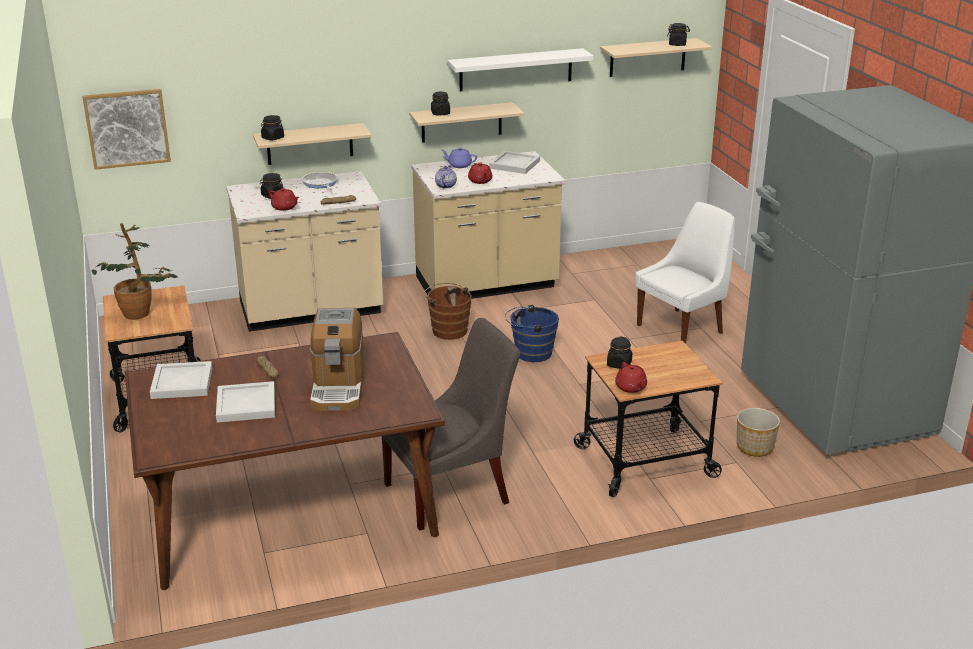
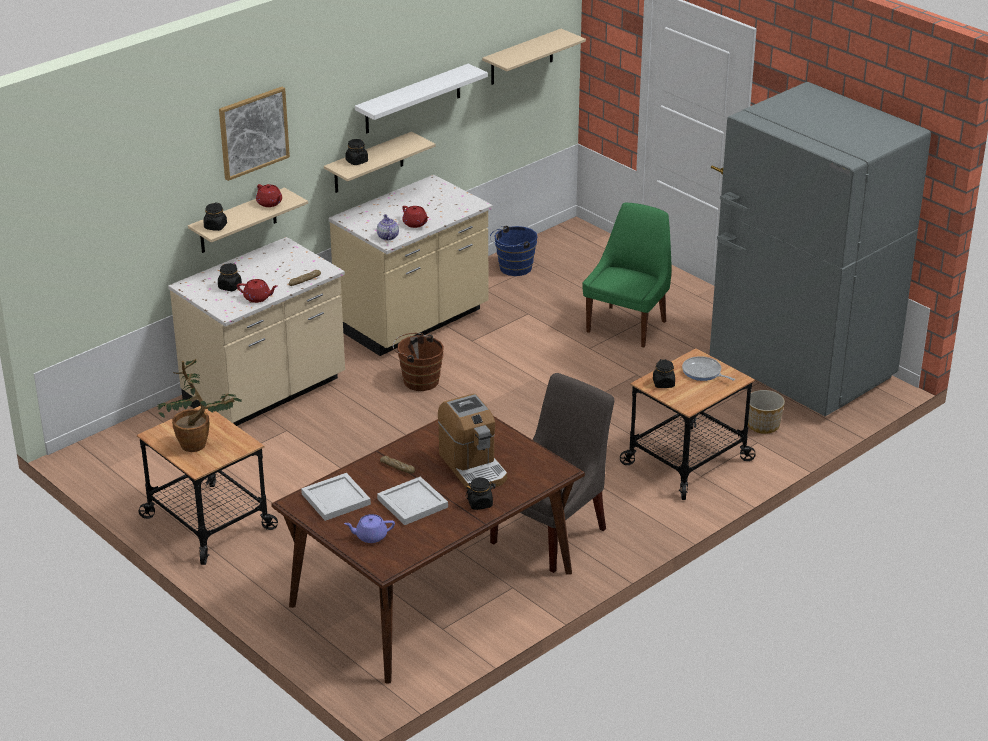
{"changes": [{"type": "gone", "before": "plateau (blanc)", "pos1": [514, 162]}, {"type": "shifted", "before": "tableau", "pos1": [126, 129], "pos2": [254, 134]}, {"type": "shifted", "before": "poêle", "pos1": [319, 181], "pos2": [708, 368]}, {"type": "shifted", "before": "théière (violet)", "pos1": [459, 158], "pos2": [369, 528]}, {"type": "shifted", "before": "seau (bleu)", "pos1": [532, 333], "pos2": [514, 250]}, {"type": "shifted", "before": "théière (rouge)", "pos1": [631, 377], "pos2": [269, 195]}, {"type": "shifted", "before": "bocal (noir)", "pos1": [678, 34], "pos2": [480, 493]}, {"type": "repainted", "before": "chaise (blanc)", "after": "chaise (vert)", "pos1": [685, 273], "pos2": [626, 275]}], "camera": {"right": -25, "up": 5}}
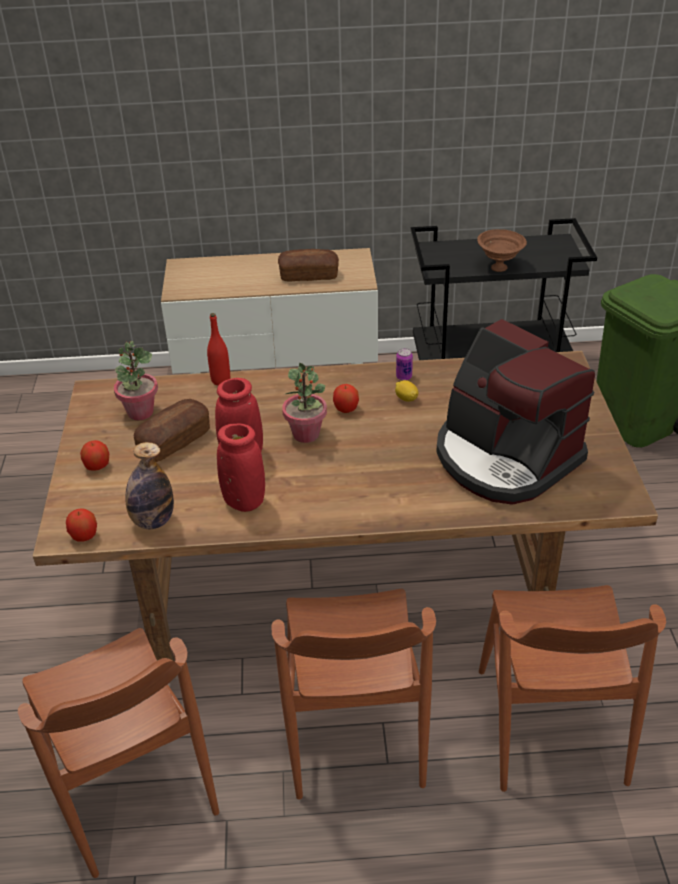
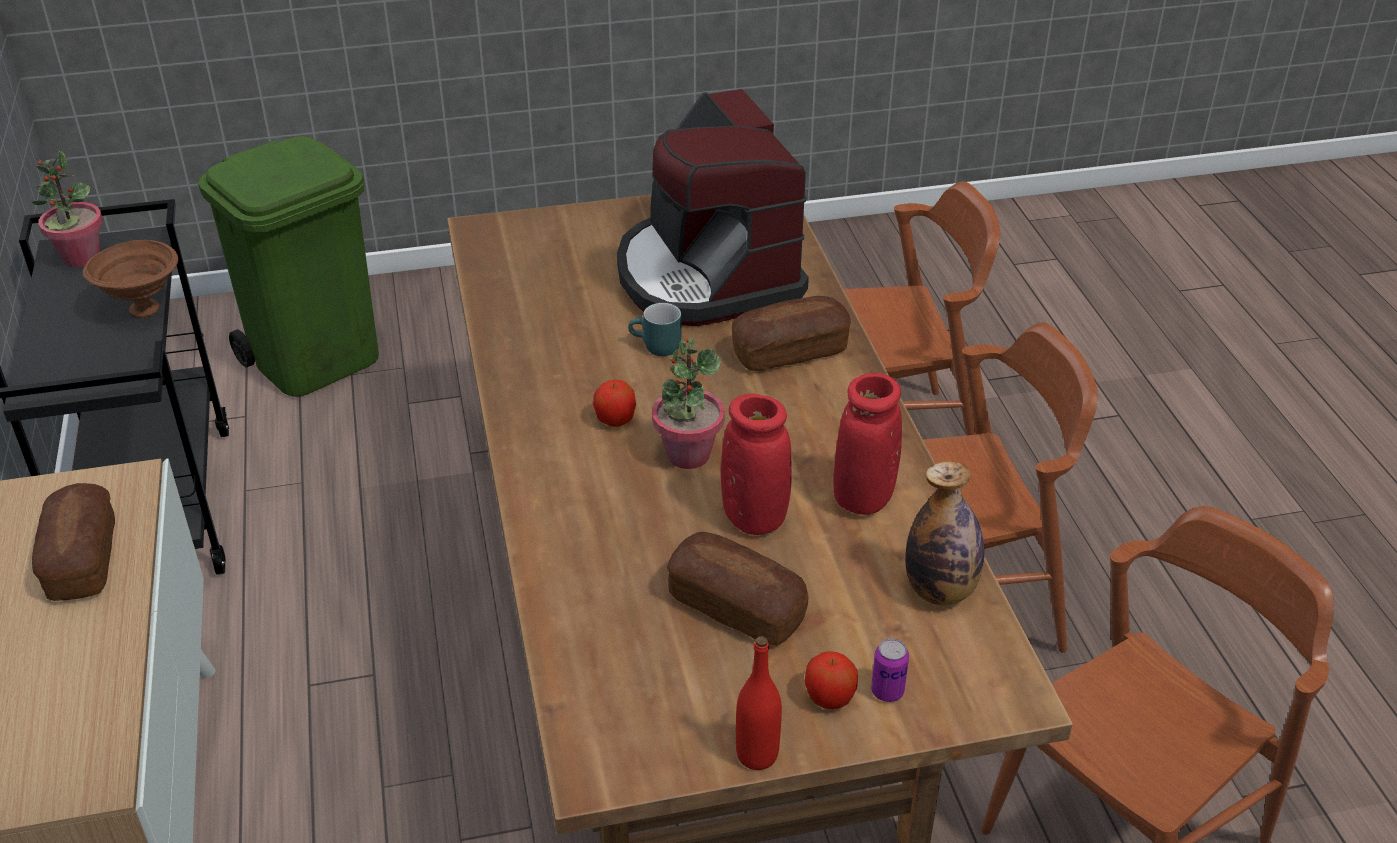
{"changes": [{"type": "gone", "before": "pomme", "pos1": [81, 524]}, {"type": "gone", "before": "citron", "pos1": [406, 391]}, {"type": "new", "after": "mug (turquoise)", "pos2": [654, 329]}, {"type": "new", "after": "pain", "pos2": [791, 333]}, {"type": "shifted", "before": "plante en pot", "pos1": [136, 380], "pos2": [66, 208]}, {"type": "shifted", "before": "bouteille (rouge)", "pos1": [218, 349], "pos2": [759, 703]}, {"type": "shifted", "before": "boîte métallique", "pos1": [404, 364], "pos2": [890, 670]}, {"type": "rotated", "before": "machine à café", "pos1": [515, 412], "pos2": [713, 207], "turn": 120}], "camera": {"right": -100, "up": 0}}
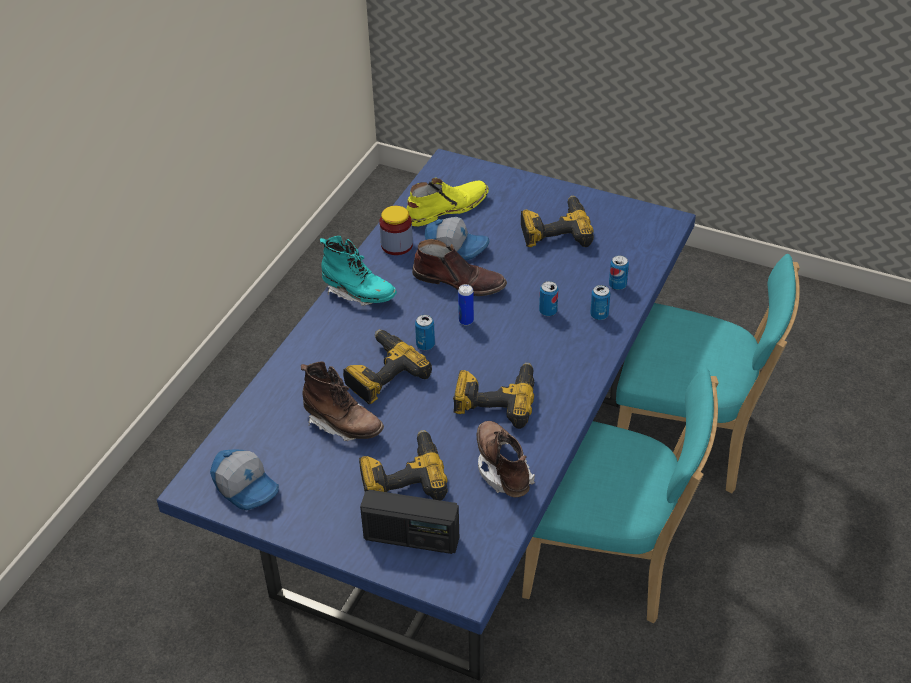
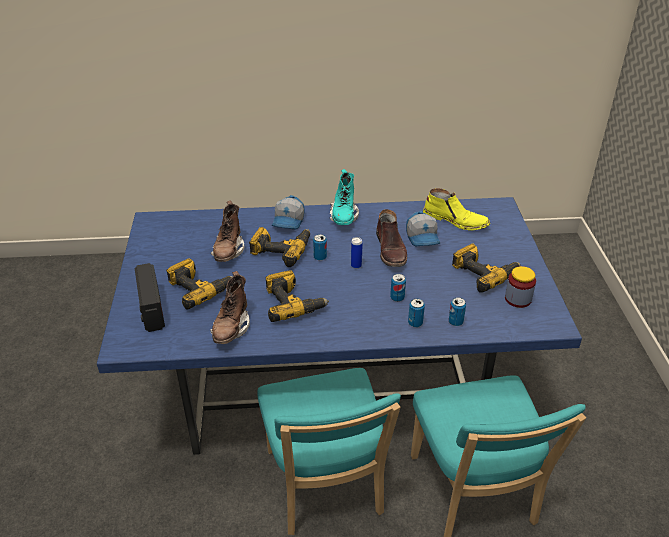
{"changes": [{"type": "shifted", "before": "casquette", "pos1": [244, 479], "pos2": [288, 212]}, {"type": "shifted", "before": "bocal", "pos1": [396, 230], "pos2": [520, 287]}, {"type": "rotated", "before": "botte (marron)", "pos1": [506, 459], "pos2": [230, 307], "turn": 150}], "camera": {"right": 60, "up": -5}}
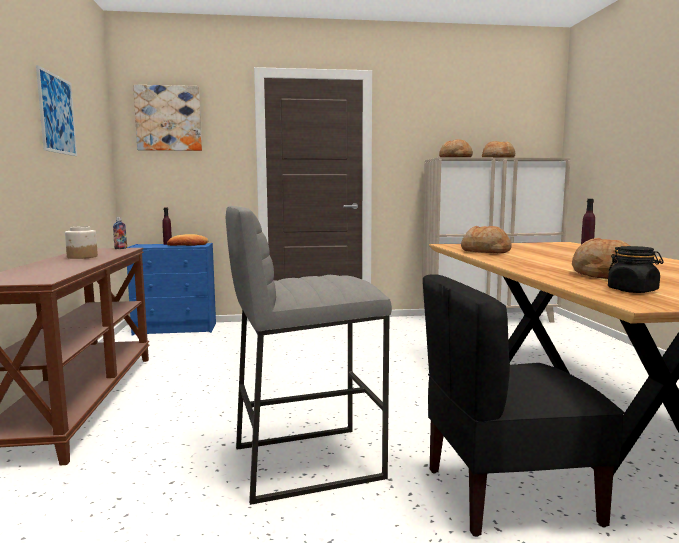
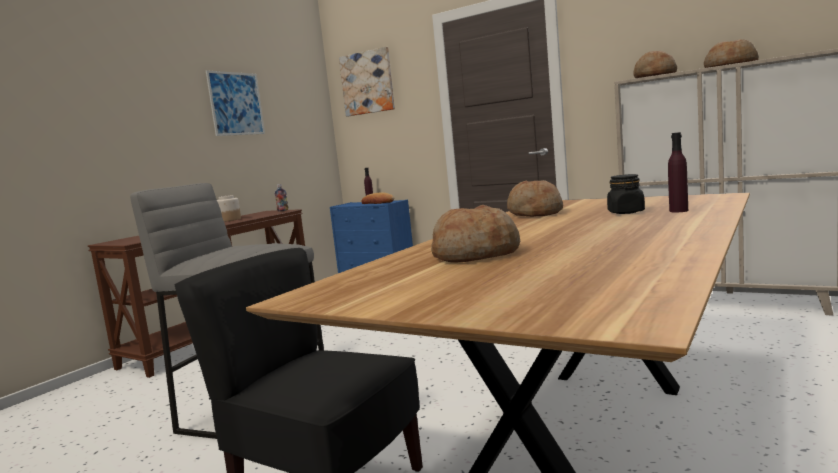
{"changes": [{"type": "shifted", "before": "bocal (noir)", "pos1": [636, 269], "pos2": [626, 194]}], "camera": {"right": 40, "up": 0}}
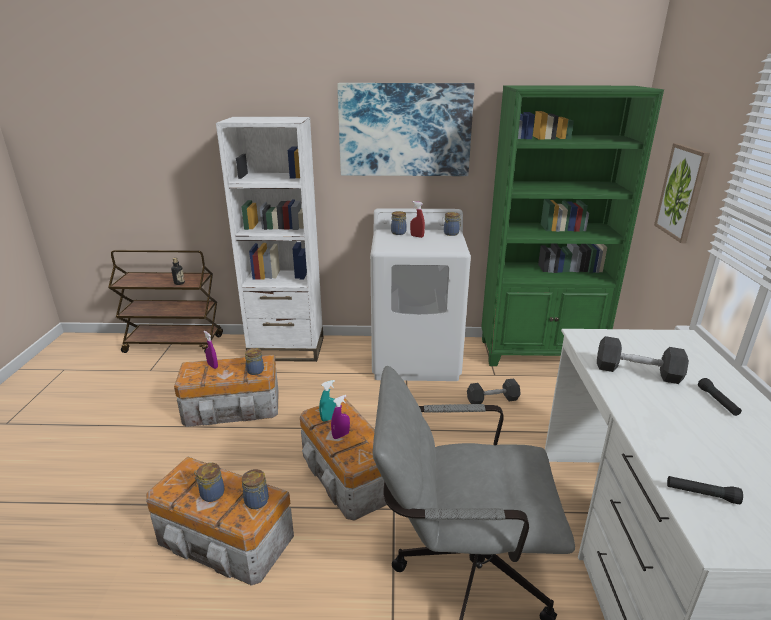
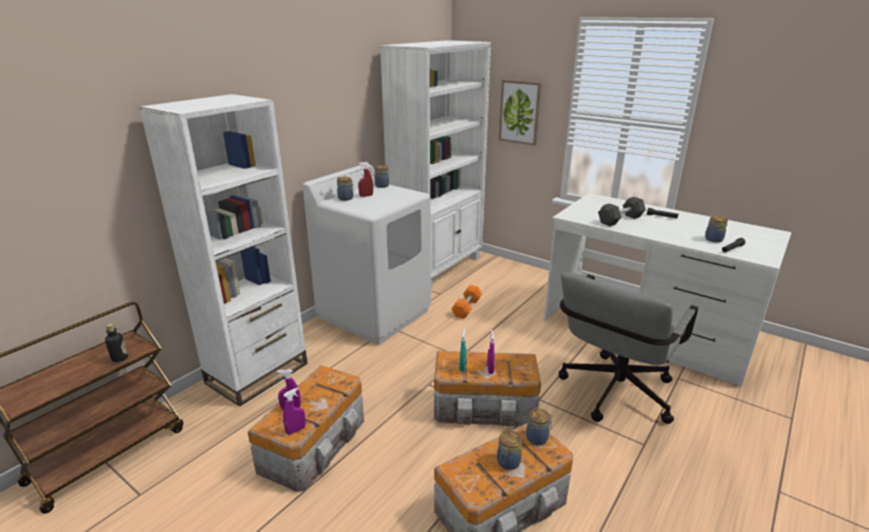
{"changes": [{"type": "gone", "before": "tableau", "pos1": [406, 129]}, {"type": "new", "after": "vaporisateur (violet)", "pos2": [294, 411]}, {"type": "shifted", "before": "bocal", "pos1": [254, 361], "pos2": [716, 229]}, {"type": "repainted", "before": "haltère (gris)", "after": "haltère (orange)", "pos1": [494, 391], "pos2": [466, 302]}, {"type": "repainted", "before": "bibliothèque (vert)", "after": "bibliothèque (blanc)", "pos1": [572, 226], "pos2": [435, 164]}], "camera": {"right": -55, "up": 0}}
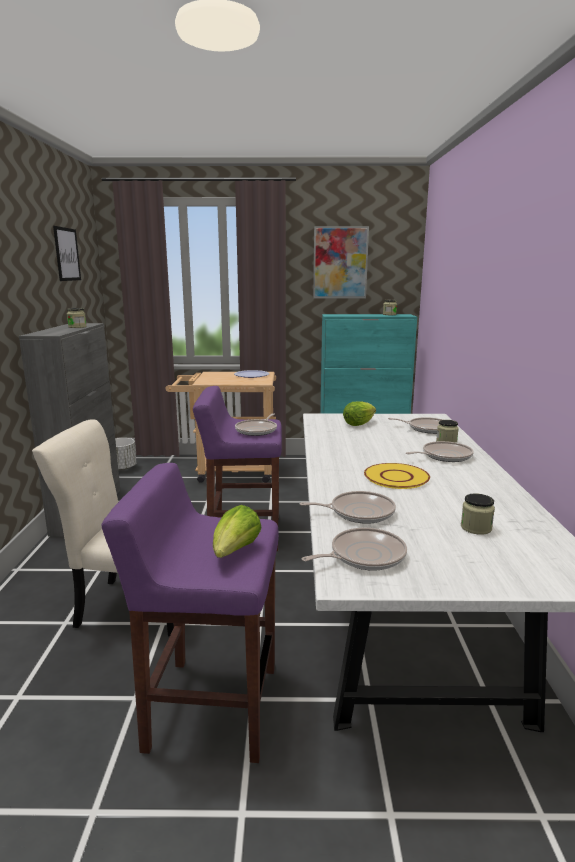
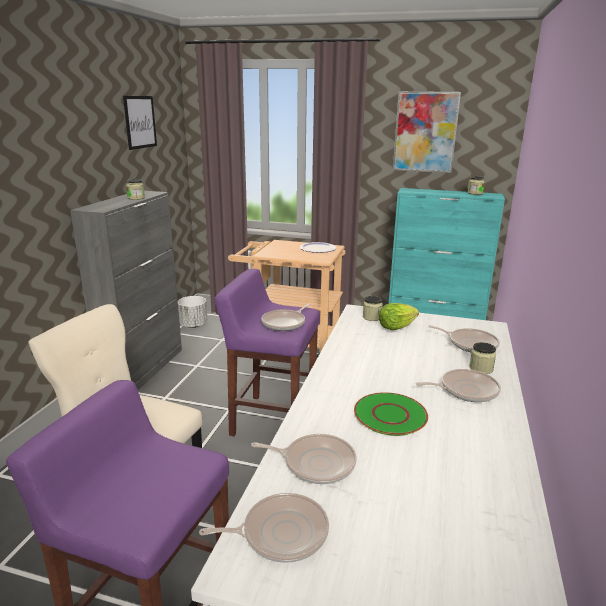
{"changes": [{"type": "gone", "before": "laitue", "pos1": [237, 531]}, {"type": "shifted", "before": "bocal", "pos1": [478, 514], "pos2": [373, 308]}, {"type": "repainted", "before": "assiette (jaune)", "after": "assiette (vert)", "pos1": [397, 476], "pos2": [391, 414]}], "camera": {"right": 15, "up": 5}}
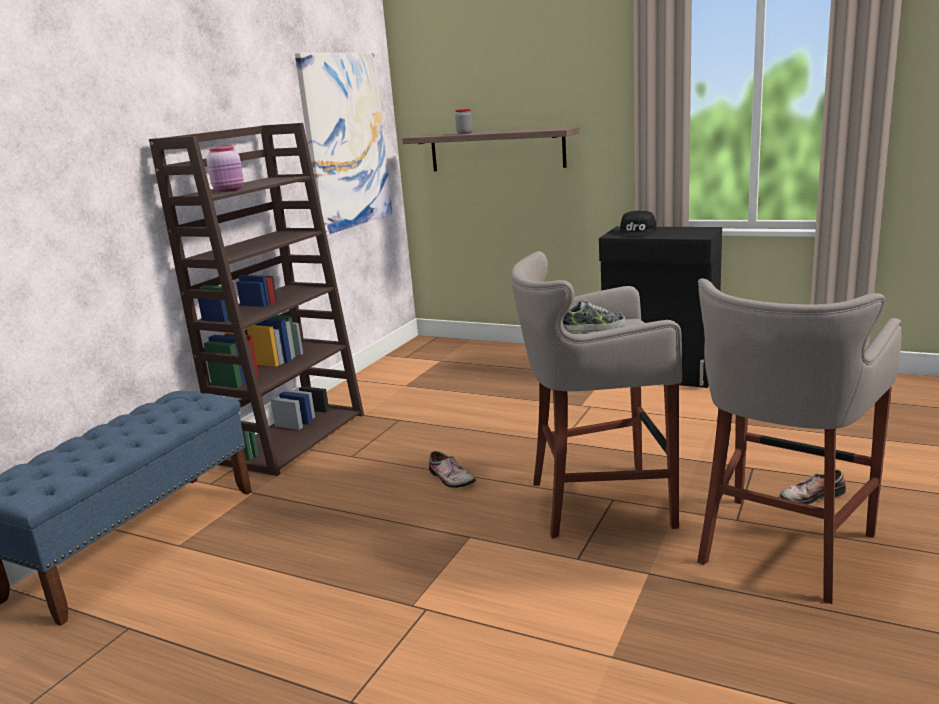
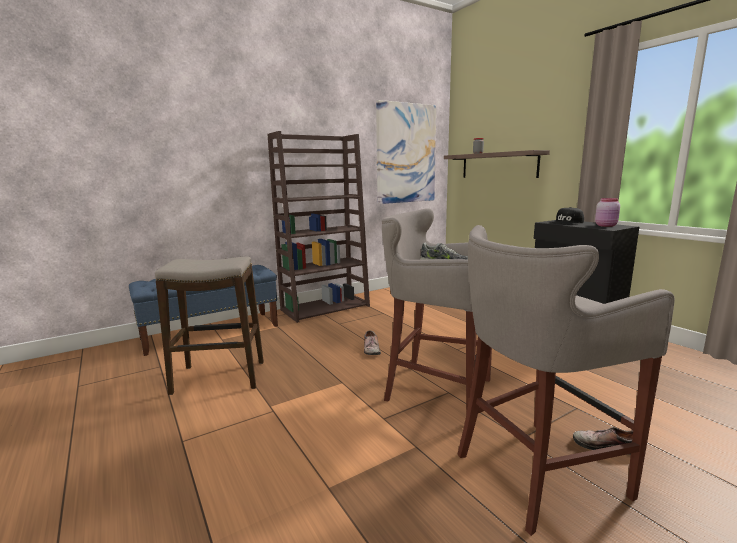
{"changes": [{"type": "new", "after": "tabouret", "pos2": [209, 325]}, {"type": "shifted", "before": "bocal (rose)", "pos1": [225, 168], "pos2": [607, 212]}], "camera": {"right": 30, "up": -5}}
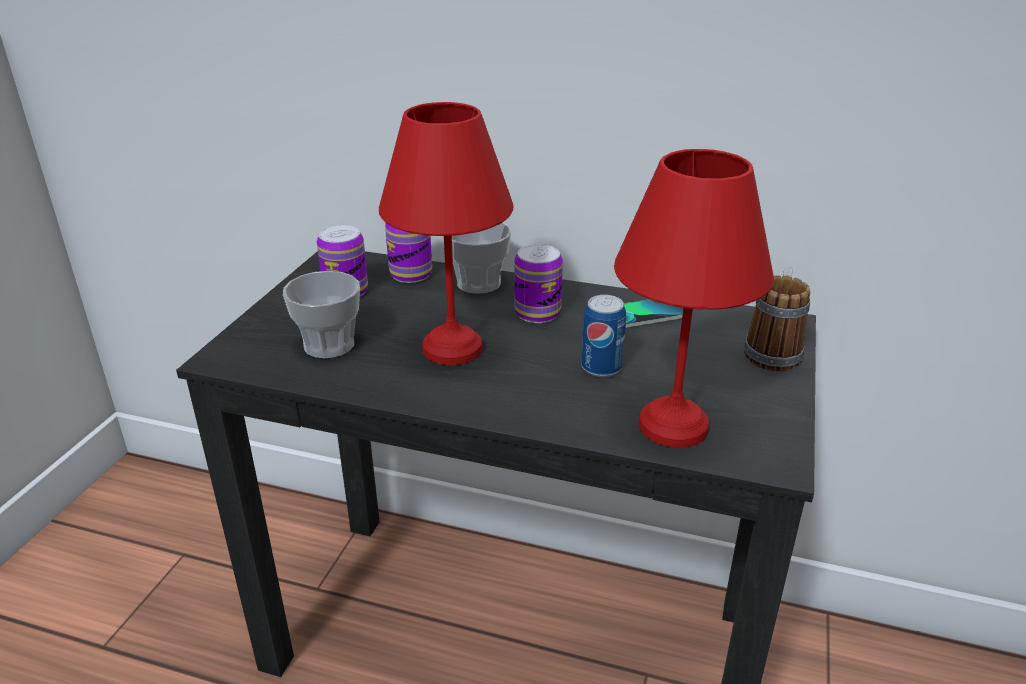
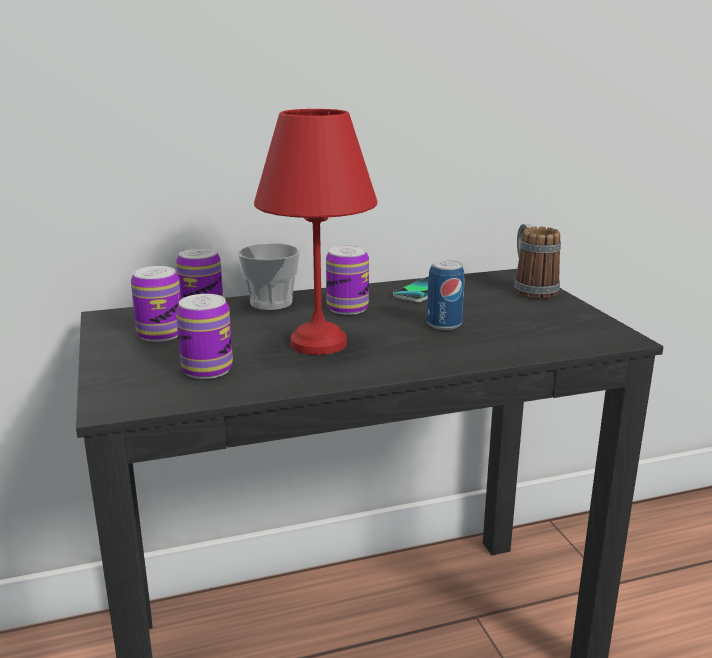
{"changes": [{"type": "gone", "before": "lampe de table (rouge)", "pos1": [694, 298]}, {"type": "swapped", "before": "tasse", "after": "boîte métallique", "pos1": [321, 315], "pos2": [204, 336]}], "camera": {"right": -35, "up": -10}}
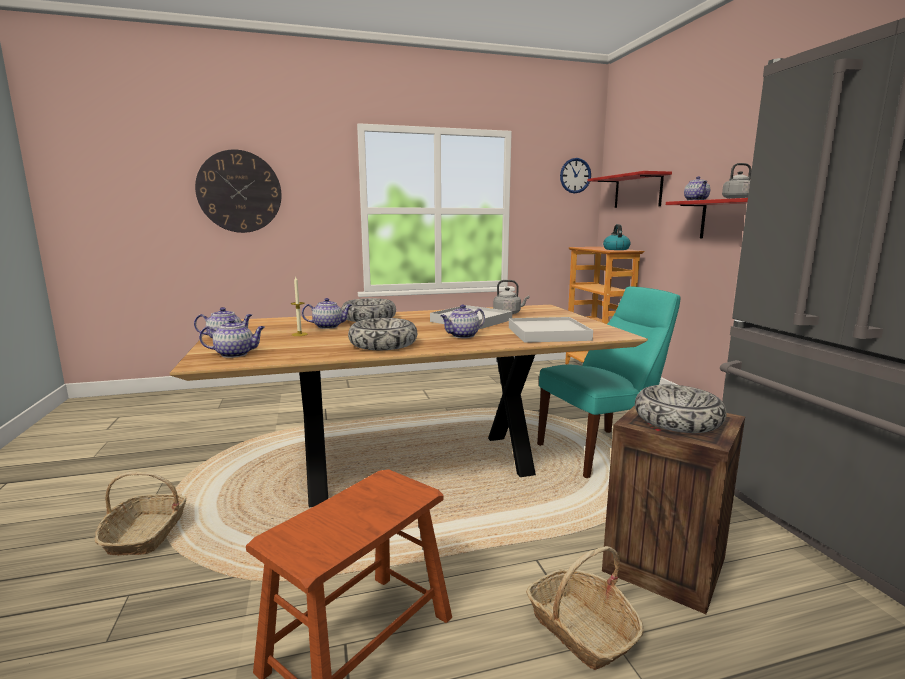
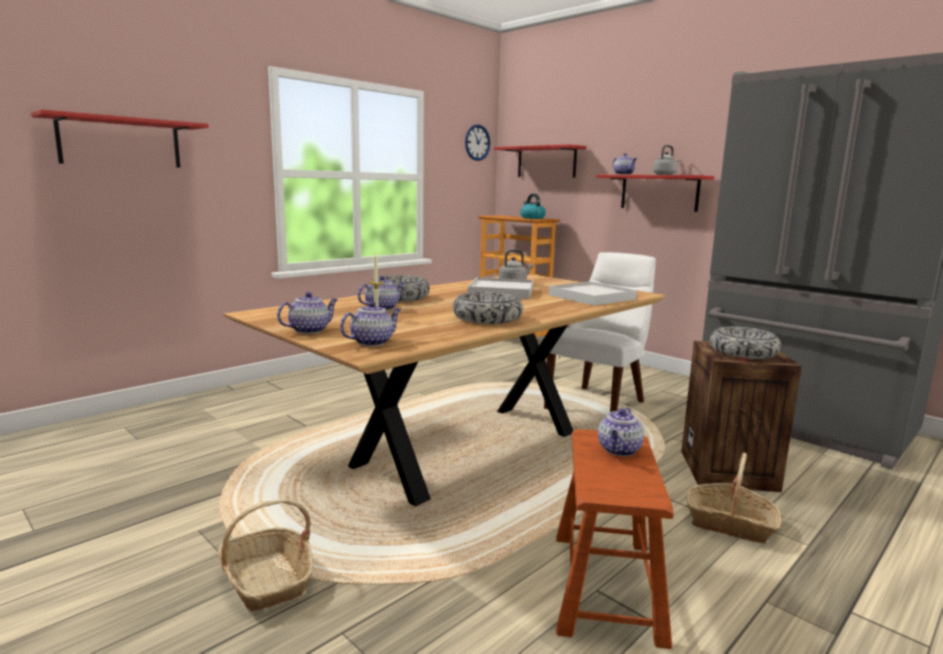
{"changes": [{"type": "shifted", "before": "théière", "pos1": [462, 321], "pos2": [621, 432]}, {"type": "swapped", "before": "horloge murale", "after": "étagère (rouge)", "pos1": [238, 191], "pos2": [120, 138]}, {"type": "repainted", "before": "chaise (turquoise)", "after": "chaise (blanc)", "pos1": [608, 382], "pos2": [600, 332]}], "camera": {"right": -30, "up": 0}}
